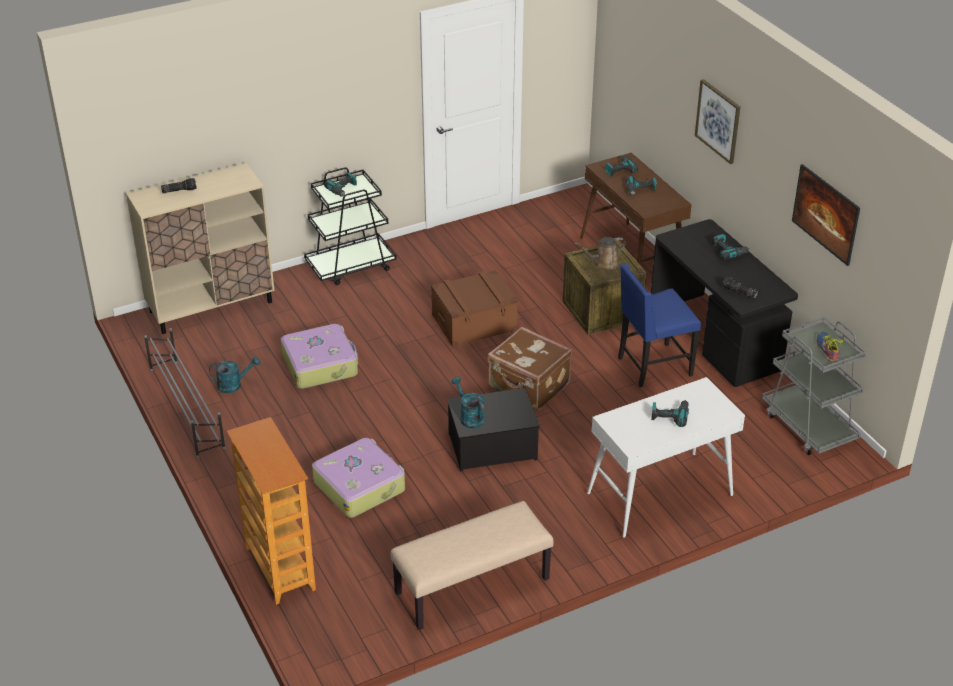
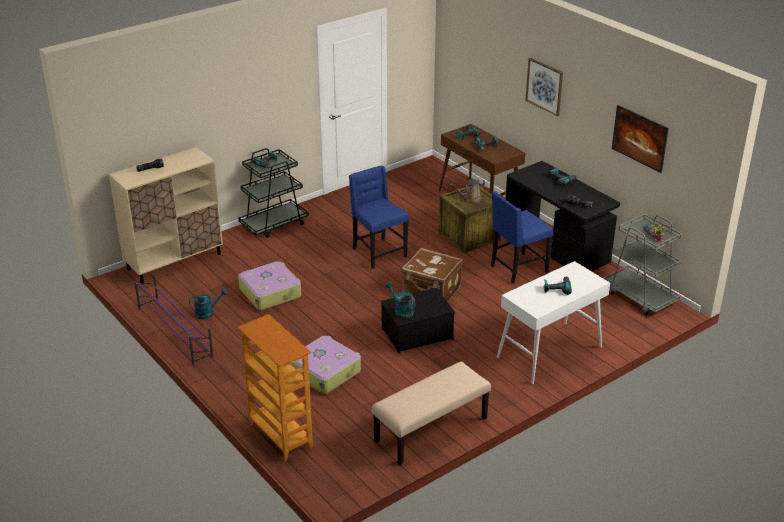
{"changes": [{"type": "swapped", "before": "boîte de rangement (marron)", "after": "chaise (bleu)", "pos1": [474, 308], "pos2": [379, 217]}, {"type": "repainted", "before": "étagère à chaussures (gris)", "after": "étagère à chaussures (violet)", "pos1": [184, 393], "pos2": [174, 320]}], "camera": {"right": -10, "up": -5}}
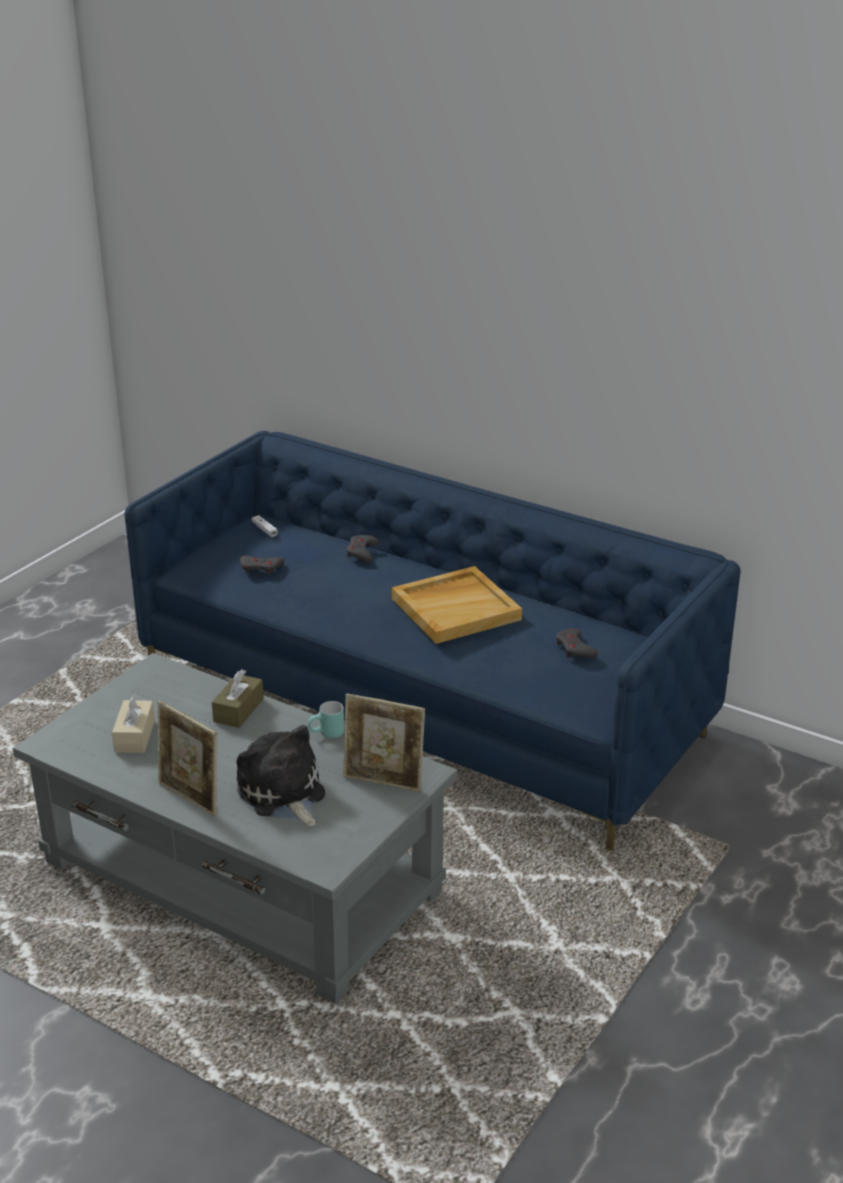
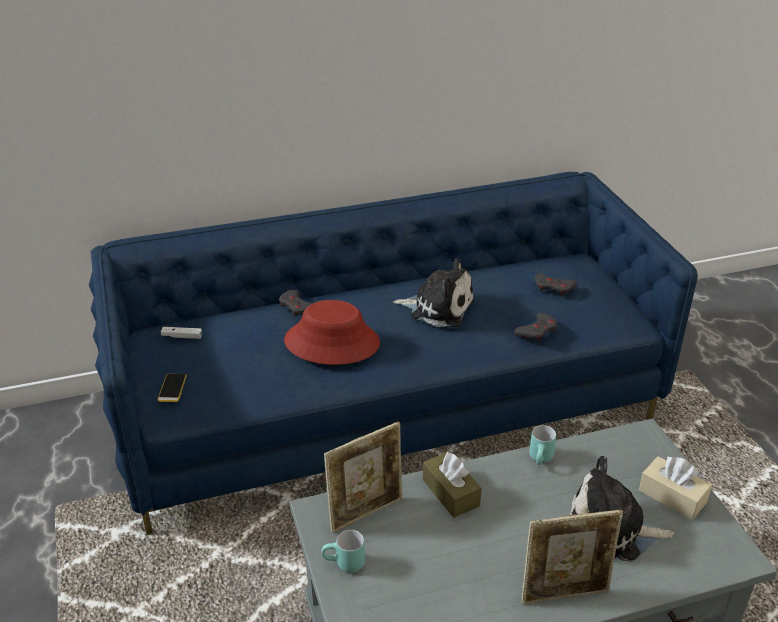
{"changes": [{"type": "new", "after": "téléphone", "pos2": [172, 388]}, {"type": "new", "after": "chapeau (rouge)", "pos2": [332, 332]}, {"type": "new", "after": "mug (turquoise)", "pos2": [343, 551]}, {"type": "shifted", "before": "boîte à mouchoirs (beige)", "pos1": [133, 723], "pos2": [675, 488]}, {"type": "shifted", "before": "manette (gris)", "pos1": [262, 565], "pos2": [535, 327]}, {"type": "shifted", "before": "cadre photo", "pos1": [384, 742], "pos2": [363, 477]}, {"type": "swapped", "before": "plateau (beige)", "after": "peluche", "pos1": [457, 605], "pos2": [433, 292]}], "camera": {"right": -50, "up": 5}}
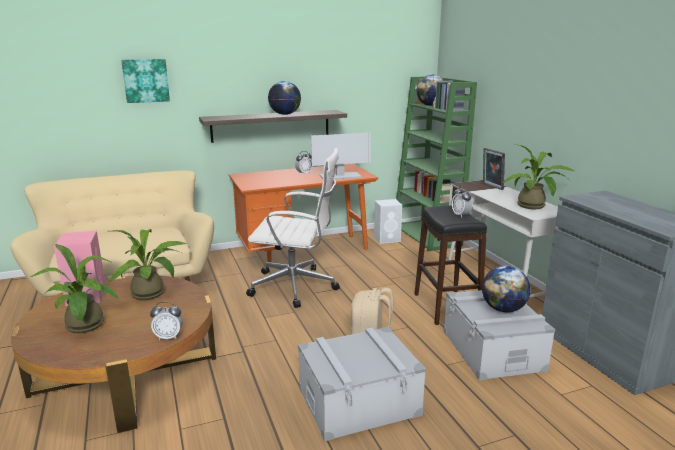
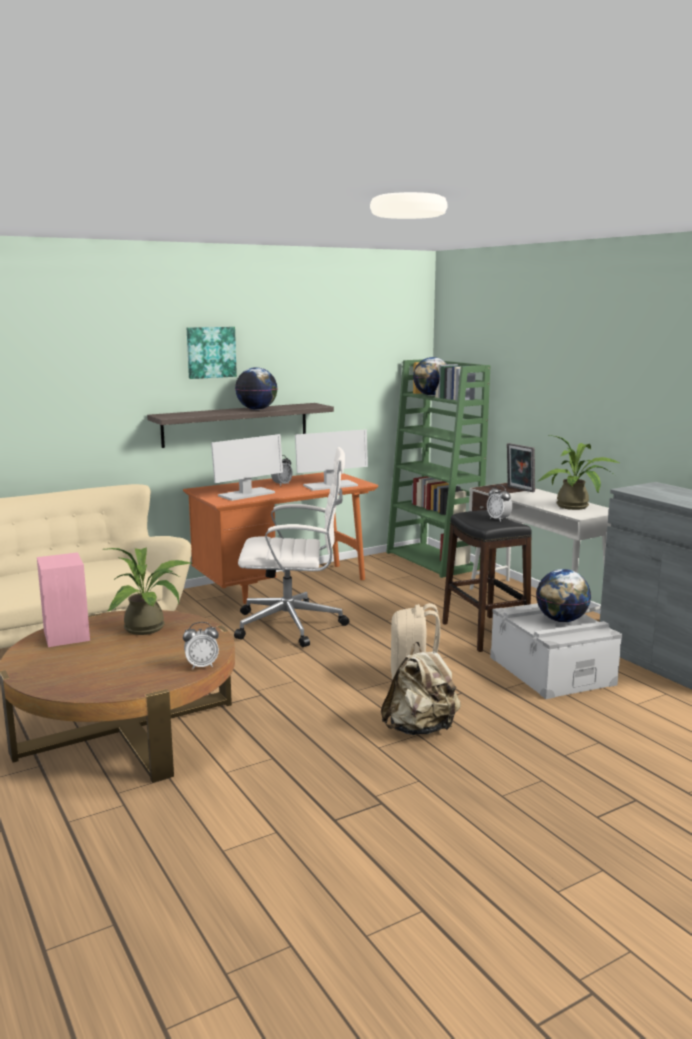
{"changes": [{"type": "gone", "before": "plante en pot", "pos1": [74, 288]}, {"type": "gone", "before": "enceinte (blanc)", "pos1": [388, 221]}, {"type": "new", "after": "écran d'ordinateur", "pos2": [247, 467]}, {"type": "shifted", "before": "tableau", "pos1": [145, 81], "pos2": [212, 353]}, {"type": "swapped", "before": "boîte de rangement (gris)", "after": "sac à dos (beige)", "pos1": [362, 384], "pos2": [421, 688]}], "camera": {"right": -10, "up": -5}}
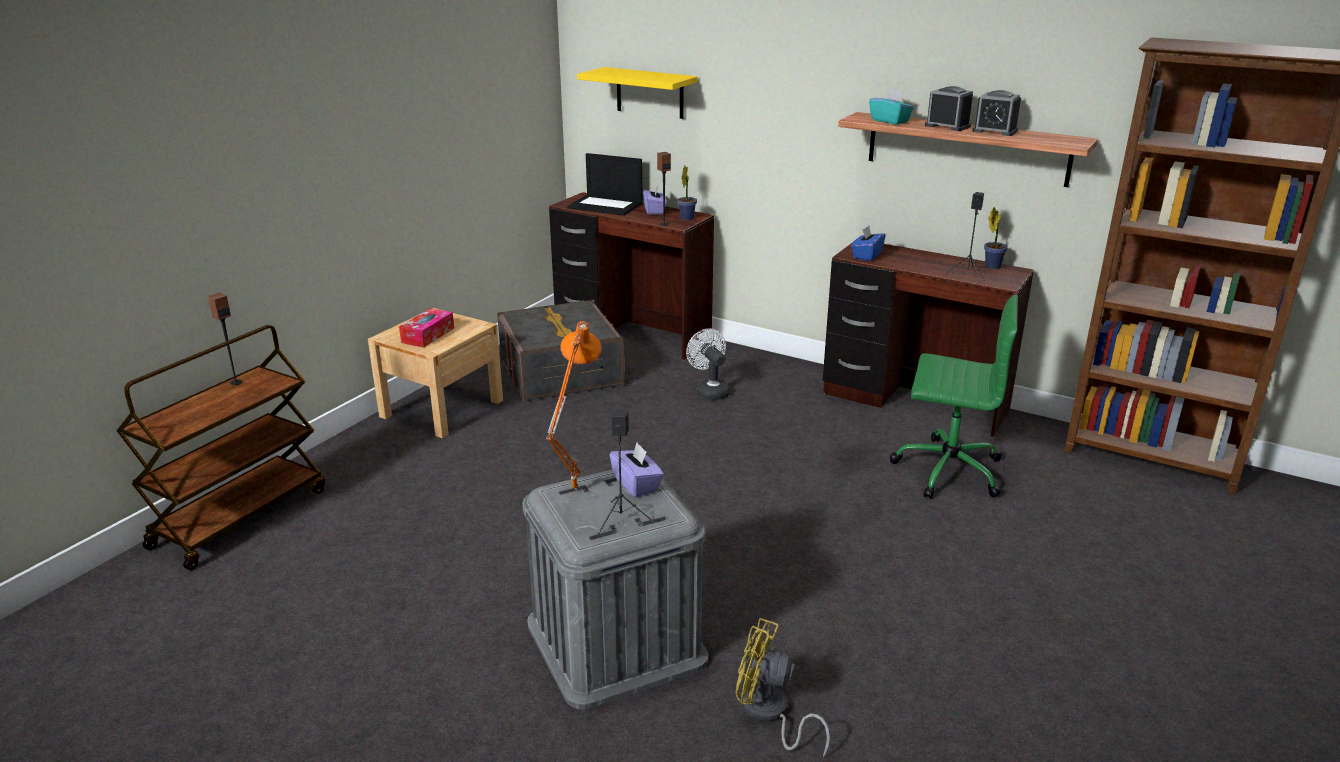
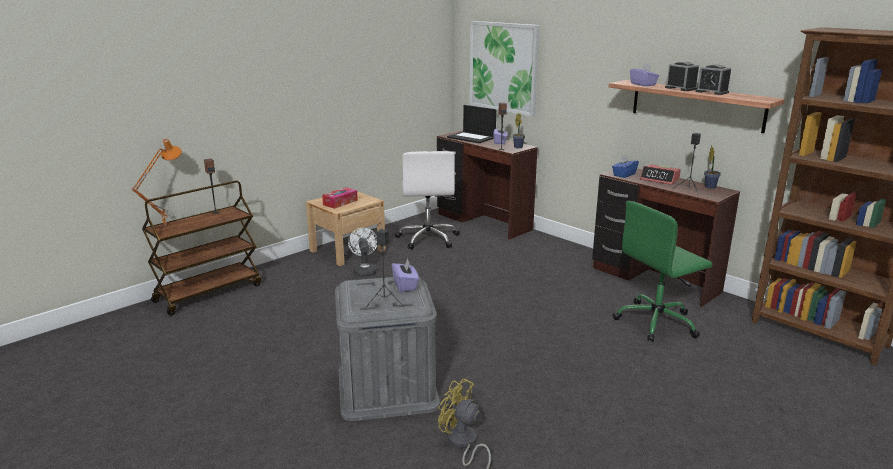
{"changes": [{"type": "new", "after": "réveil", "pos2": [660, 174]}, {"type": "shifted", "before": "lampe de table (orange)", "pos1": [574, 407], "pos2": [156, 182]}, {"type": "shifted", "before": "ventilateur (blanc)", "pos1": [708, 364], "pos2": [362, 252]}, {"type": "swapped", "before": "boîte de rangement (gris)", "after": "chaise de bureau (blanc)", "pos1": [561, 351], "pos2": [427, 200]}, {"type": "swapped", "before": "étagère (jaune)", "after": "tableau", "pos1": [637, 93], "pos2": [504, 69]}, {"type": "repainted", "before": "boîte à mouchoirs (turquoise)", "after": "boîte à mouchoirs (violet)", "pos1": [891, 107], "pos2": [644, 74]}, {"type": "rotated", "before": "chaise de bureau (vert)", "pos1": [954, 397], "pos2": [662, 271], "turn": 120}], "camera": {"right": 15, "up": -5}}
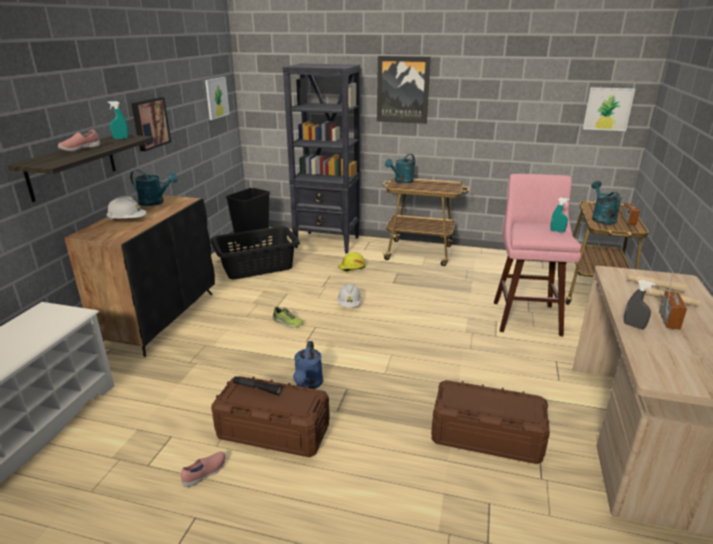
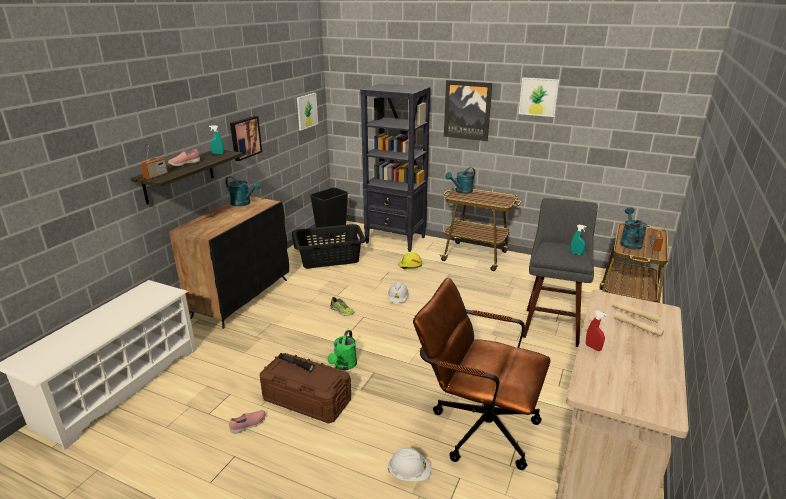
{"changes": [{"type": "shifted", "before": "casque de chantier (blanc)", "pos1": [126, 208], "pos2": [409, 464]}, {"type": "shifted", "before": "tableau", "pos1": [609, 109], "pos2": [539, 97]}, {"type": "shifted", "before": "radio", "pos1": [673, 301], "pos2": [154, 160]}, {"type": "swapped", "before": "boîte de rangement (marron)", "after": "chaise de bureau (marron)", "pos1": [490, 422], "pos2": [481, 373]}, {"type": "repainted", "before": "arrosoir (bleu)", "after": "arrosoir (vert)", "pos1": [308, 365], "pos2": [342, 350]}, {"type": "repainted", "before": "tabouret (rose)", "after": "tabouret (gris)", "pos1": [537, 255], "pos2": [560, 272]}, {"type": "repainted", "before": "vaporisateur (gris)", "after": "vaporisateur (rouge)", "pos1": [640, 304], "pos2": [597, 330]}], "camera": {"right": 10, "up": 0}}
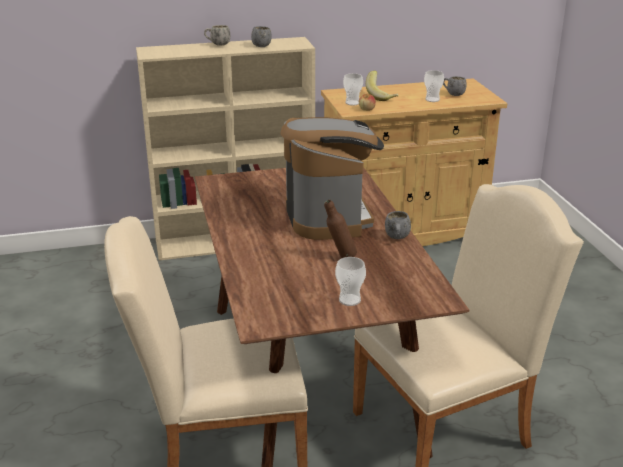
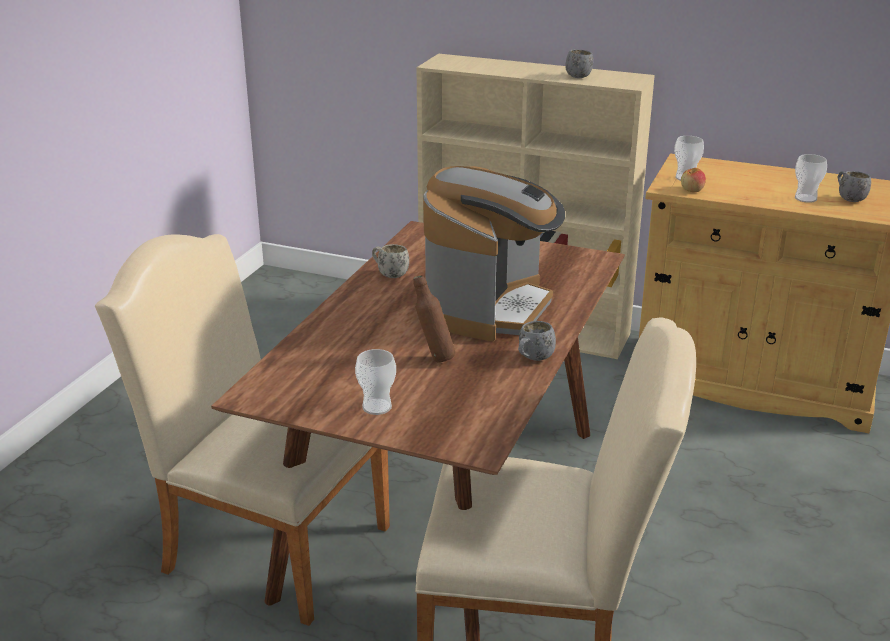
{"changes": [{"type": "gone", "before": "banane", "pos1": [382, 86]}, {"type": "shifted", "before": "mug (blanc)", "pos1": [217, 35], "pos2": [390, 261]}], "camera": {"right": 35, "up": 0}}
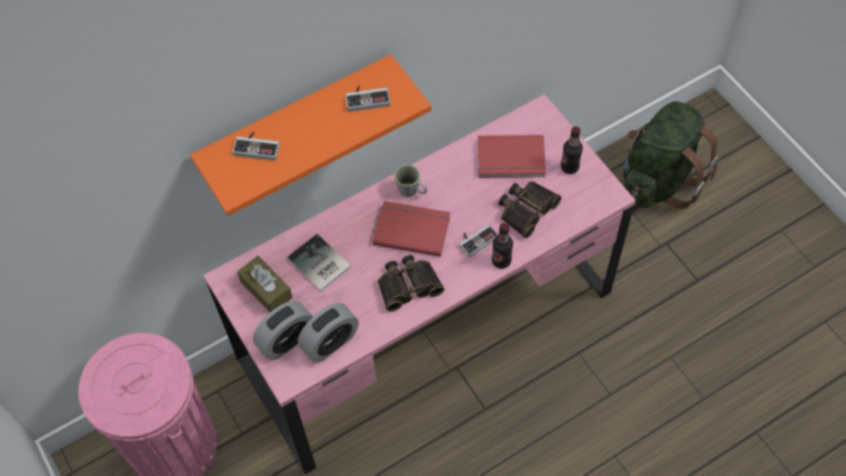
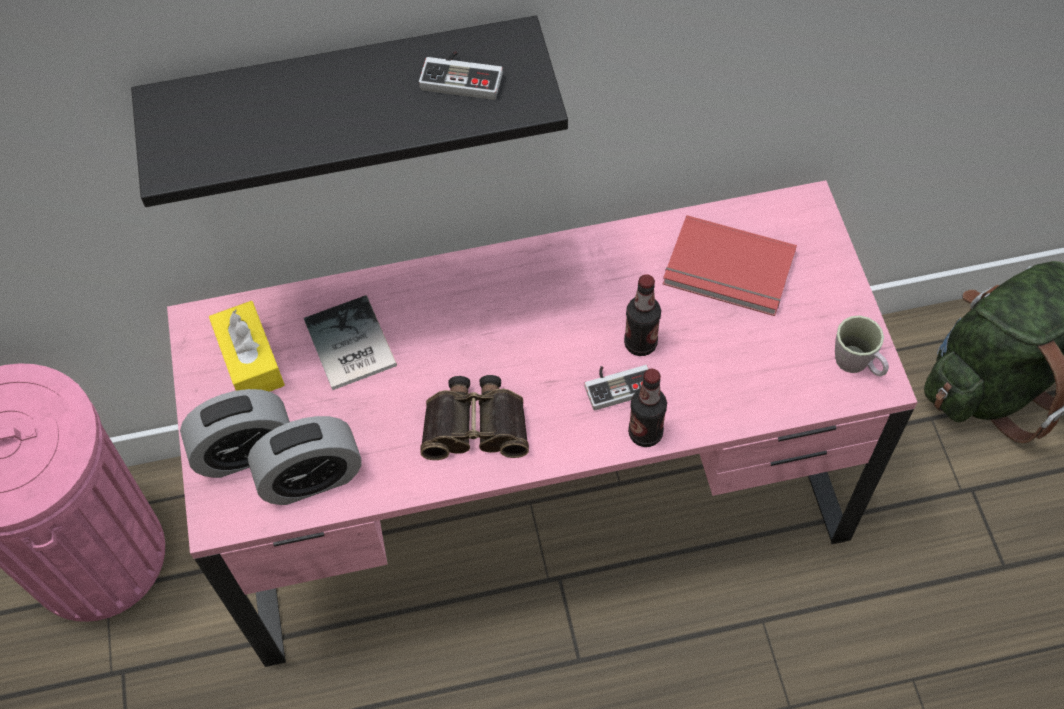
{"changes": [{"type": "gone", "before": "manette", "pos1": [256, 146]}, {"type": "gone", "before": "livre (rouge)", "pos1": [411, 229]}, {"type": "gone", "before": "jumelles", "pos1": [529, 210]}, {"type": "shifted", "before": "mug (gris)", "pos1": [411, 181], "pos2": [862, 346]}, {"type": "shifted", "before": "bouteille", "pos1": [572, 150], "pos2": [642, 315]}, {"type": "repainted", "before": "étagère (orange)", "after": "étagère (noir)", "pos1": [311, 135], "pos2": [349, 111]}, {"type": "repainted", "before": "boîte à mouchoirs (marron)", "after": "boîte à mouchoirs (jaune)", "pos1": [264, 284], "pos2": [247, 346]}], "camera": {"right": 20, "up": 0}}
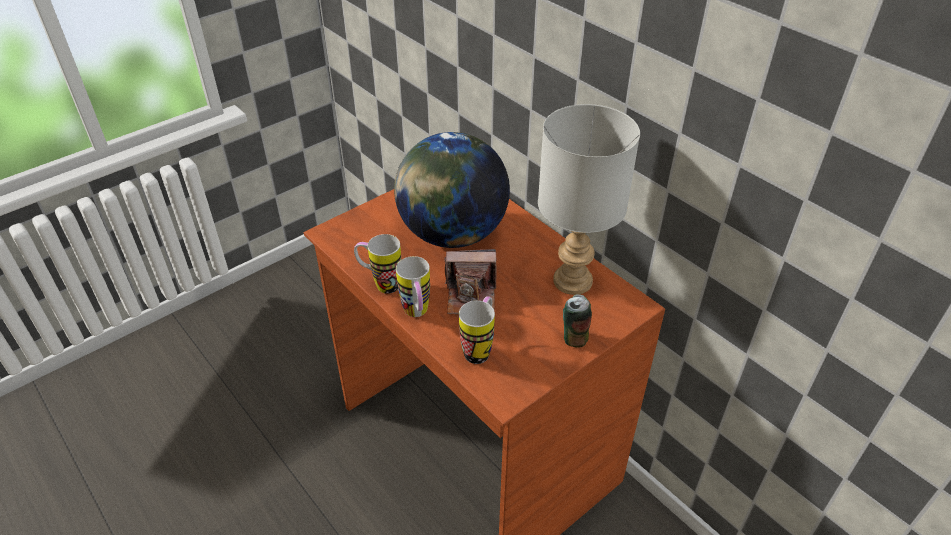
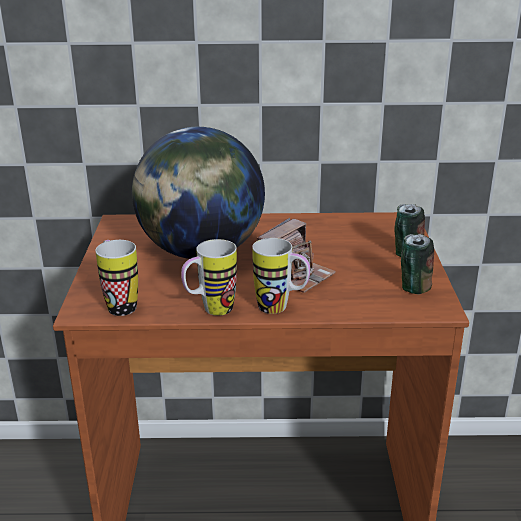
{"changes": [{"type": "gone", "before": "lampe de table (gris)", "pos1": [589, 199]}, {"type": "new", "after": "boîte métallique", "pos2": [417, 264]}, {"type": "shifted", "before": "mug", "pos1": [477, 330], "pos2": [116, 278]}], "camera": {"right": -50, "up": -15}}
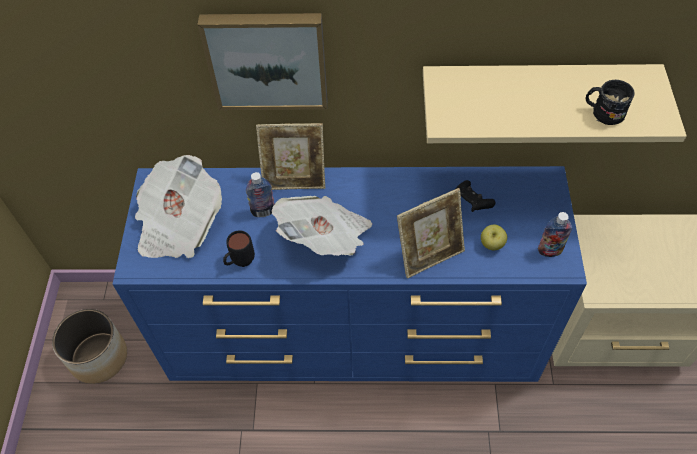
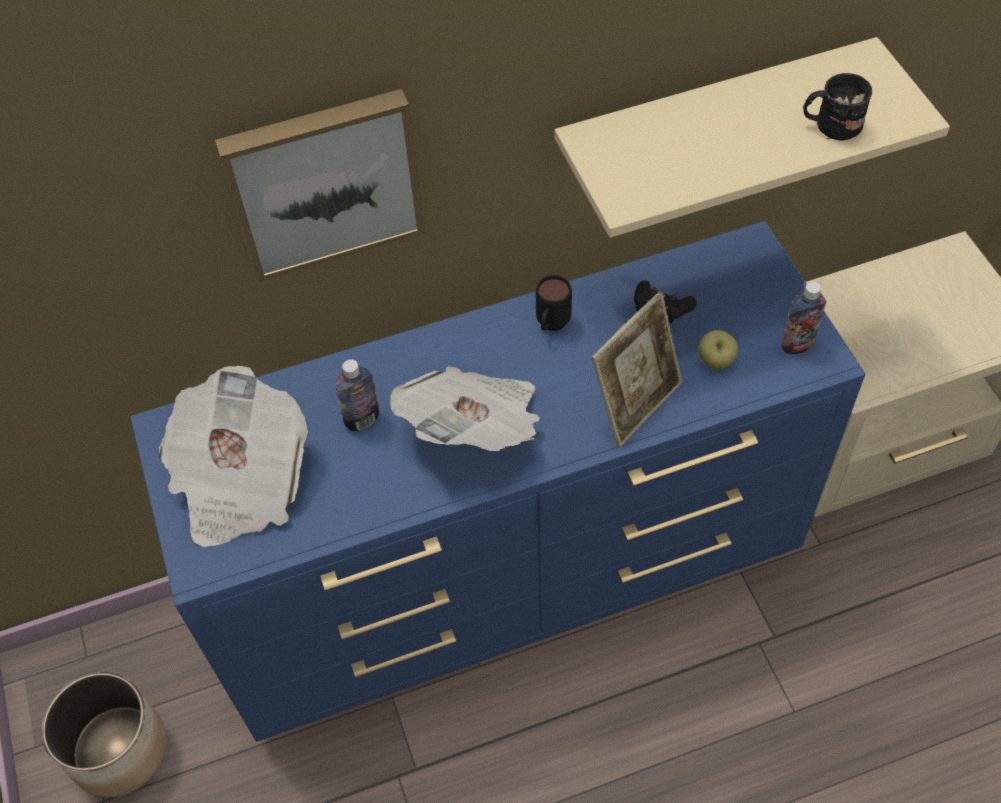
{"changes": [{"type": "gone", "before": "cadre photo", "pos1": [290, 156]}, {"type": "shifted", "before": "mug (noir)", "pos1": [239, 248], "pos2": [554, 303]}], "camera": {"right": -20, "up": 0}}
